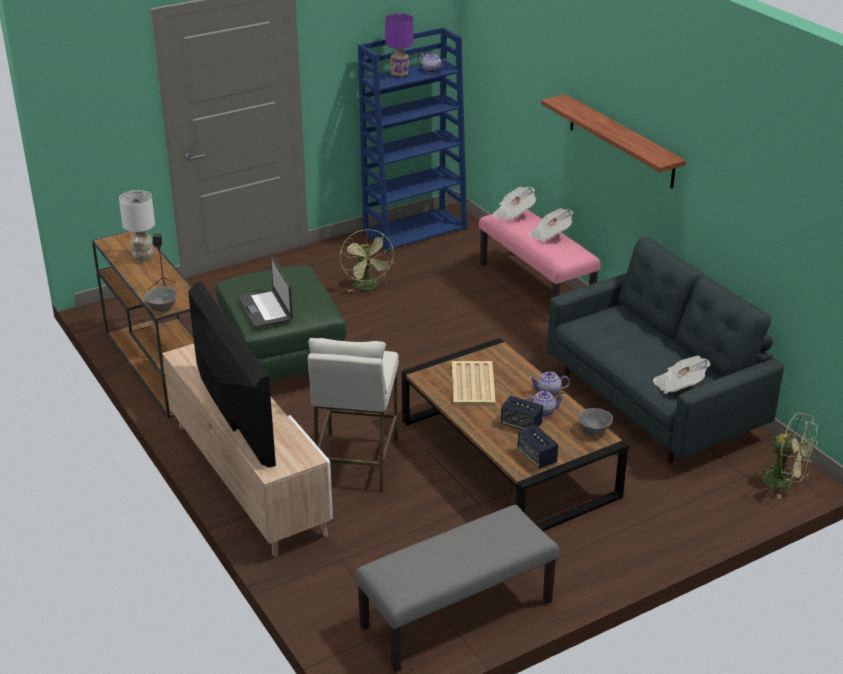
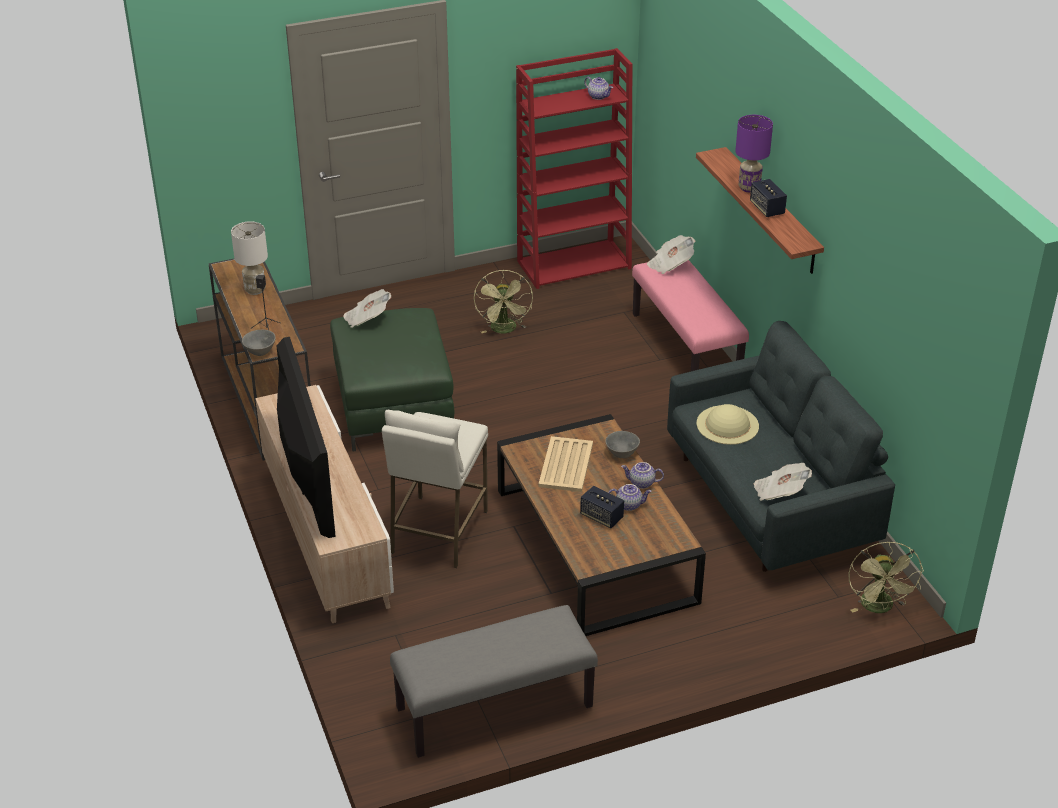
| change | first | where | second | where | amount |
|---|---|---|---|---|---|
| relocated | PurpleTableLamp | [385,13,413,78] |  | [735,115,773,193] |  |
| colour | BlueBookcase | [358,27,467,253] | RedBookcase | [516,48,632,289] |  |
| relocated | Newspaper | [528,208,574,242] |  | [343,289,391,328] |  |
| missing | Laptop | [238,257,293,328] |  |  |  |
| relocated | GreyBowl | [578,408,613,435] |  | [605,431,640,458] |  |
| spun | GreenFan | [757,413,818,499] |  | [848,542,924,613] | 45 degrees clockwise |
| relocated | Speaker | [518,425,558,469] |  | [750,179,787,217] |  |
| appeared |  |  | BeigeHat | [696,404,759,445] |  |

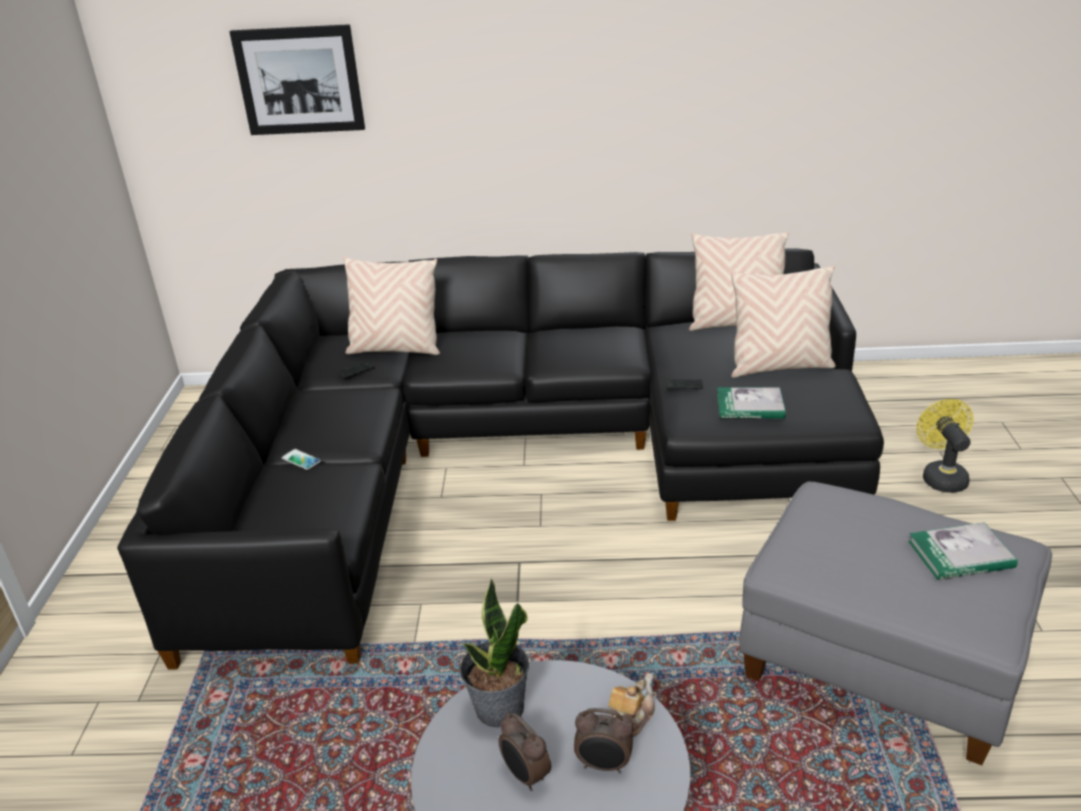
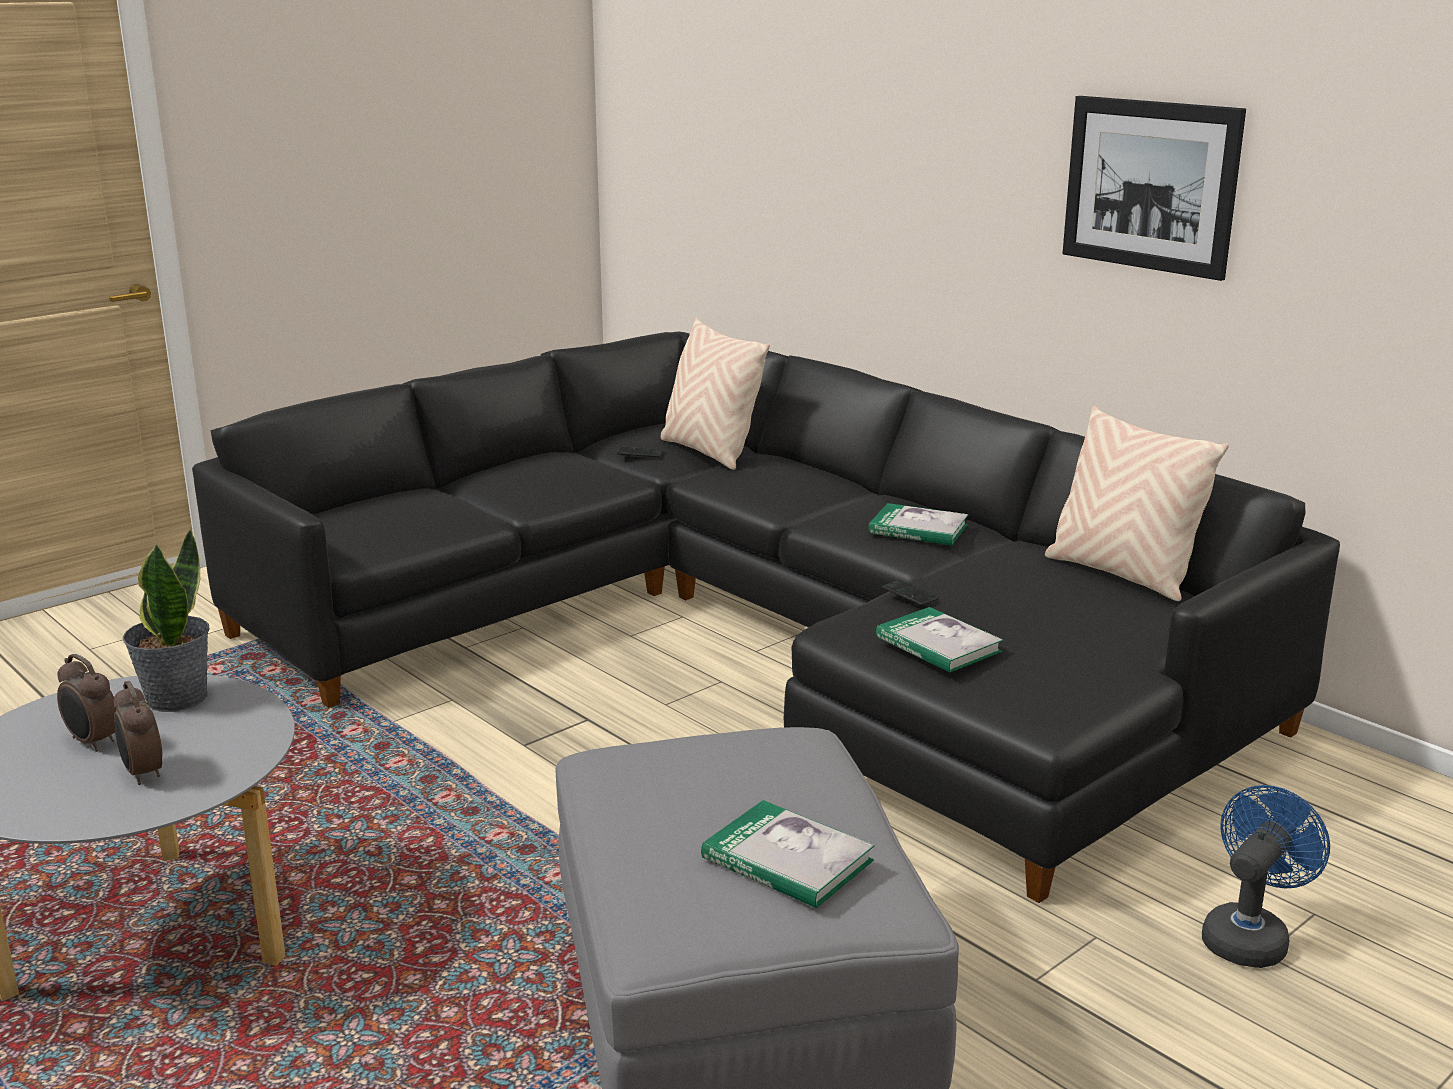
| change | first | where | second | where | amount |
|---|---|---|---|---|---|
| relocated | Picture | [229,24,365,135] |  | [1062,96,1246,281] |  |
| missing | BeigePillow | [731,265,836,378] |  |  |  |
| colour | YellowFan | [916,399,974,493] | BlueFan | [1202,785,1330,968] |  |
| missing | Phone | [282,449,321,470] |  |  |  |
| missing | Teapot | [609,673,655,737] |  |  |  |
| spun | AlarmClock | [498,712,551,791] |  | [57,654,117,752] | 60 degrees counterclockwise |
| appeared |  |  | Book | [868,503,969,545] |  |

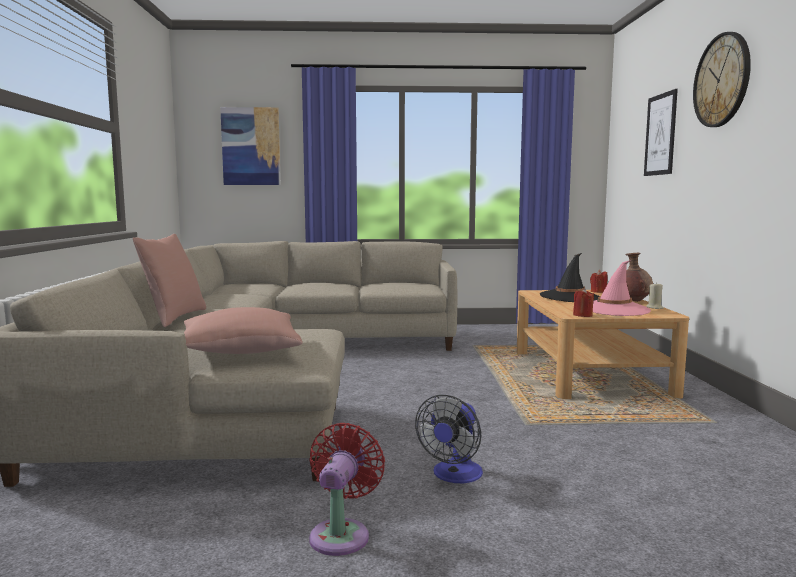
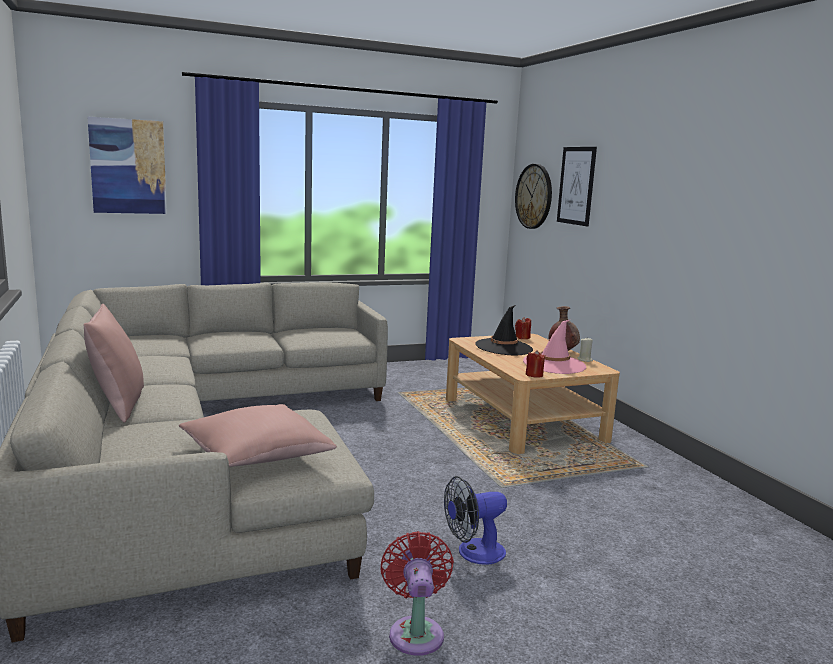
| change | first | where | second | where | amount |
|---|---|---|---|---|---|
| relocated | WallClock | [693,32,751,127] |  | [515,164,552,229] |  |
| spun | Fan | [415,395,483,483] |  | [444,476,507,565] | 60 degrees clockwise |

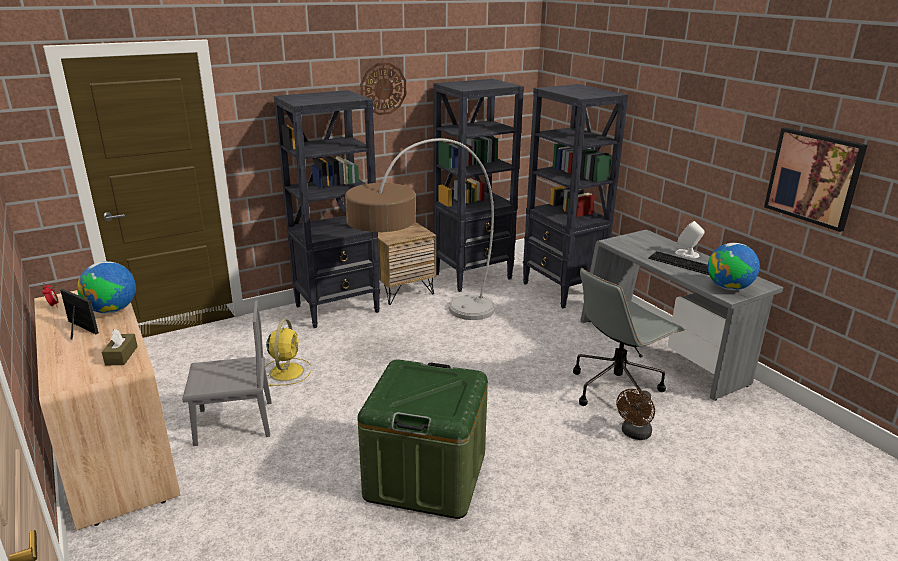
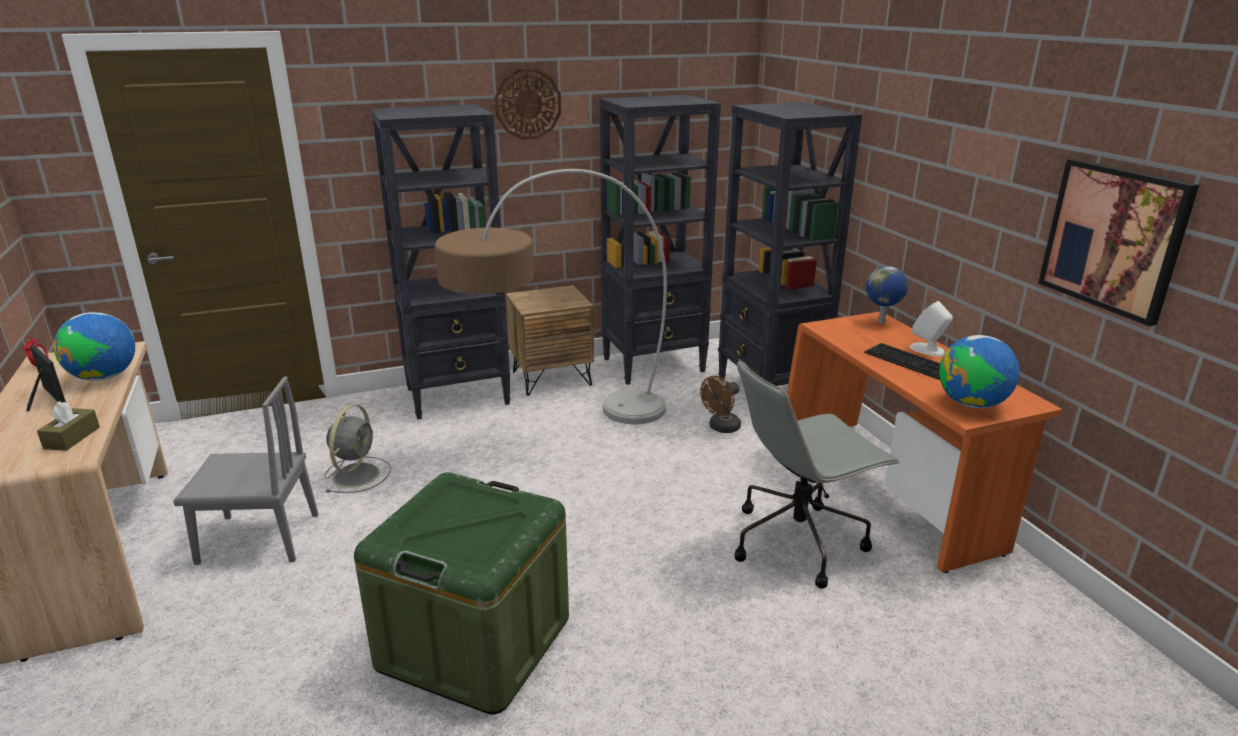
| change | first | where | second | where | amount |
|---|---|---|---|---|---|
| colour | GreyDesk | [580,230,783,401] | OrangeDesk | [787,312,1062,573] |  |
| colour | YellowFan | [265,319,312,386] | GreyFan | [324,404,391,493] |  |
| relocated | BrownFan | [616,389,655,440] |  | [700,376,741,433] |  |
| appeared |  |  | Globe | [866,266,908,324] |  |

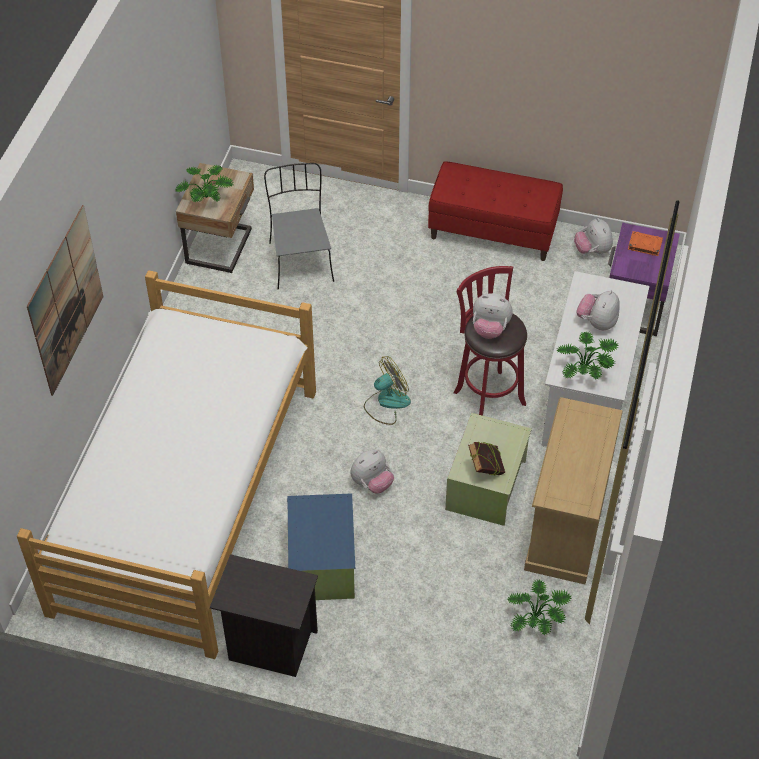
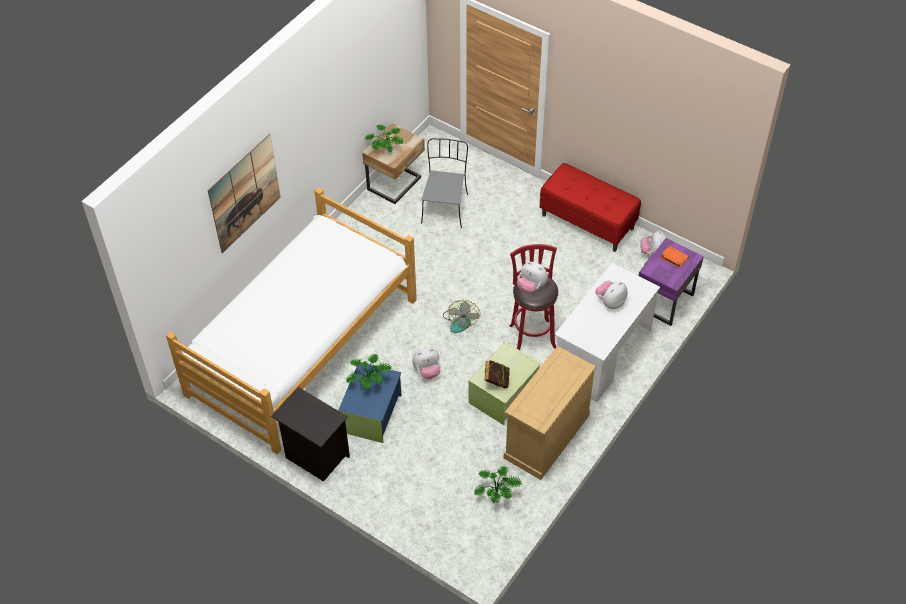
| change | first | where | second | where | amount |
|---|---|---|---|---|---|
| relocated | PottedPlant | [556,331,618,380] |  | [346,353,392,389] |  |
| spun | Fan | [364,356,411,425] |  | [443,300,480,333] | 105 degrees clockwise |

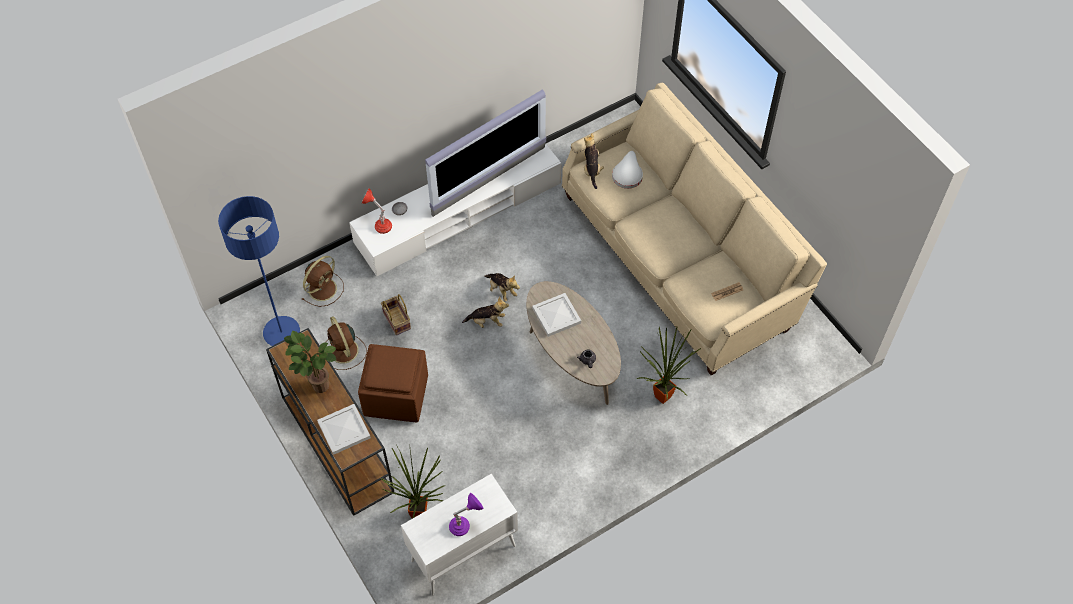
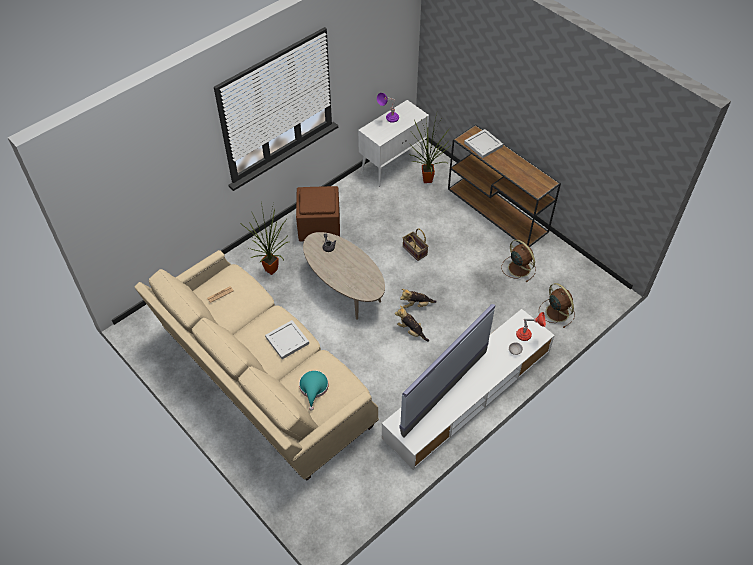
| change | first | where | second | where | amount |
|---|---|---|---|---|---|
| missing | PlushToy | [584,133,604,189] |  |  |  |
| colour | WhiteHat | [612,151,643,189] | TurquoiseHat | [299,371,328,411] |  |
| missing | BlueFloorLamp | [218,196,300,346] |  |  |  |
| spun | BrownFan | [302,256,344,307] |  | [539,283,575,328] | 120 degrees clockwise |
| relocated | WhiteTray | [532,293,581,337] |  | [265,320,309,359] |  |
| relocated | Basket | [381,294,411,335] |  | [403,228,428,261] |  |
| missing | PottedPlant | [284,331,336,393] |  |  |  |
| relocated | BrownOttoman | [358,344,428,423] |  | [296,186,340,241] |  |

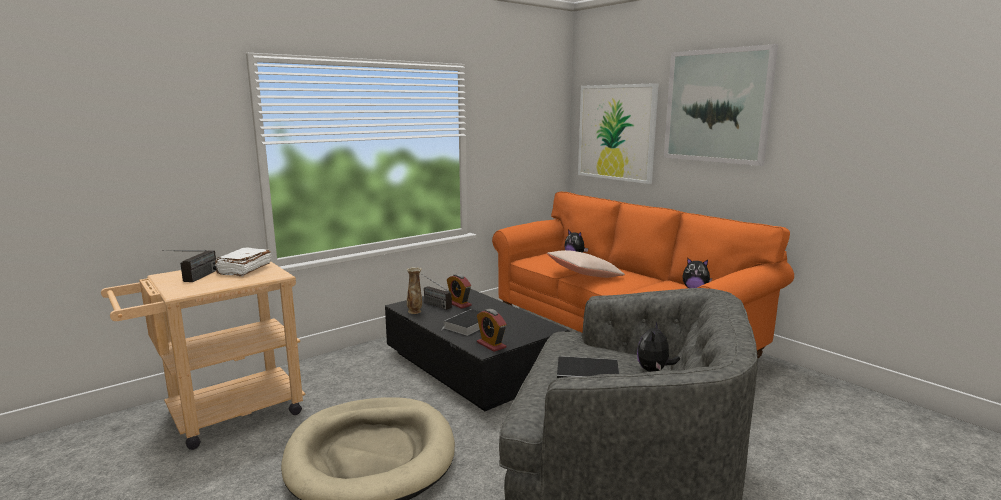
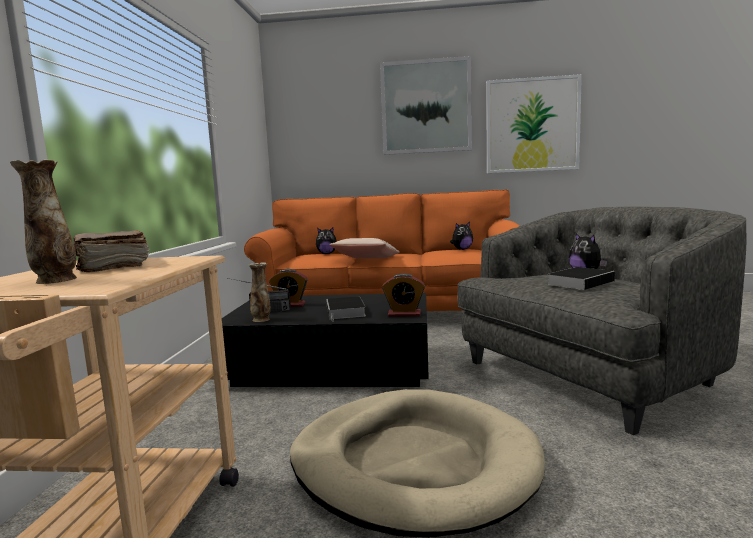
| change | first | where | second | where | amount |
|---|---|---|---|---|---|
| relocated | Picture | [578,83,659,184] |  | [486,74,582,173] |  |
| colour | WhiteBook | [215,247,271,276] | BrownBook | [74,230,150,272] |  |
| exchanged | Radio | [162,250,217,282] | Vase | [10,160,77,284] |  |

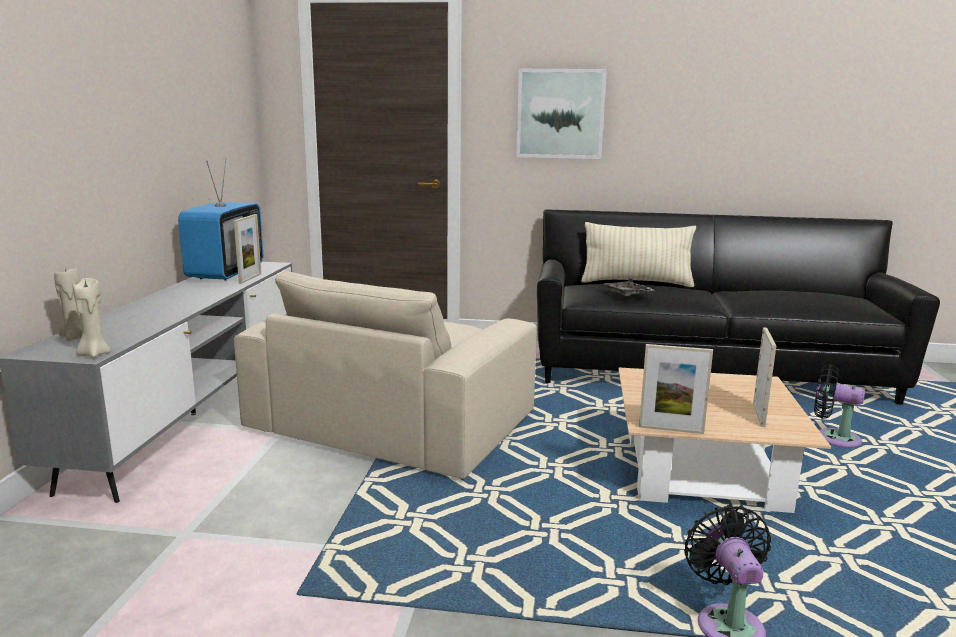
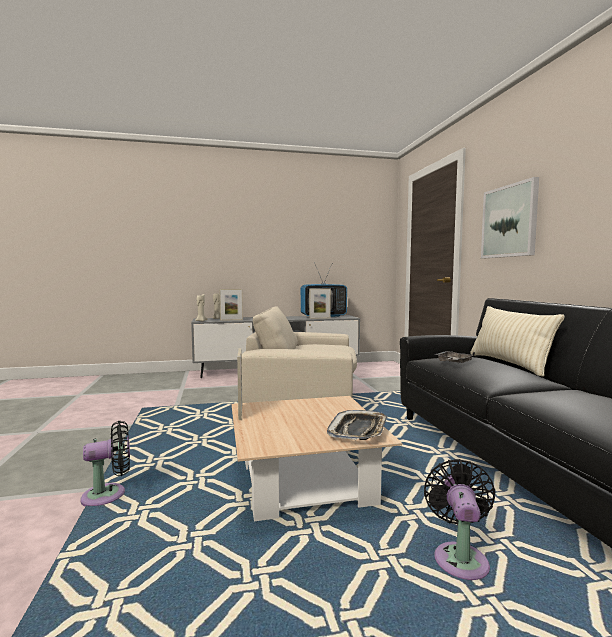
| change | first | where | second | where | amount |
|---|---|---|---|---|---|
| relocated | PictureFrame | [753,327,776,427] |  | [219,289,243,320] |  |
| appeared |  |  | Tray | [327,410,387,440] |  |

